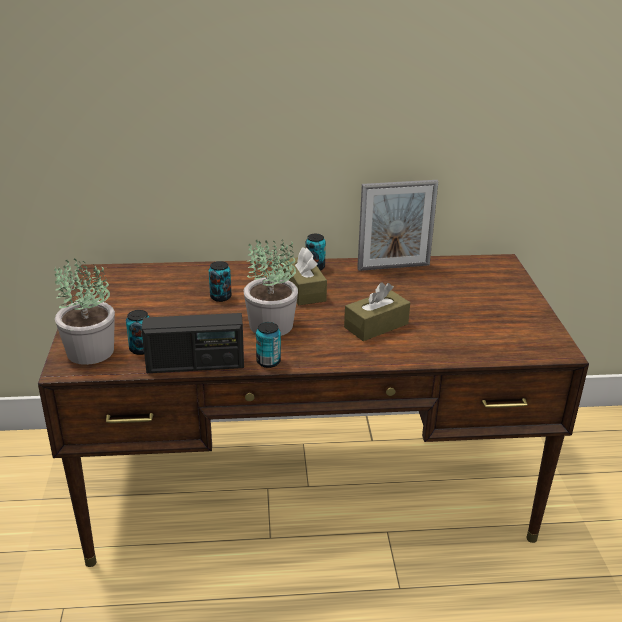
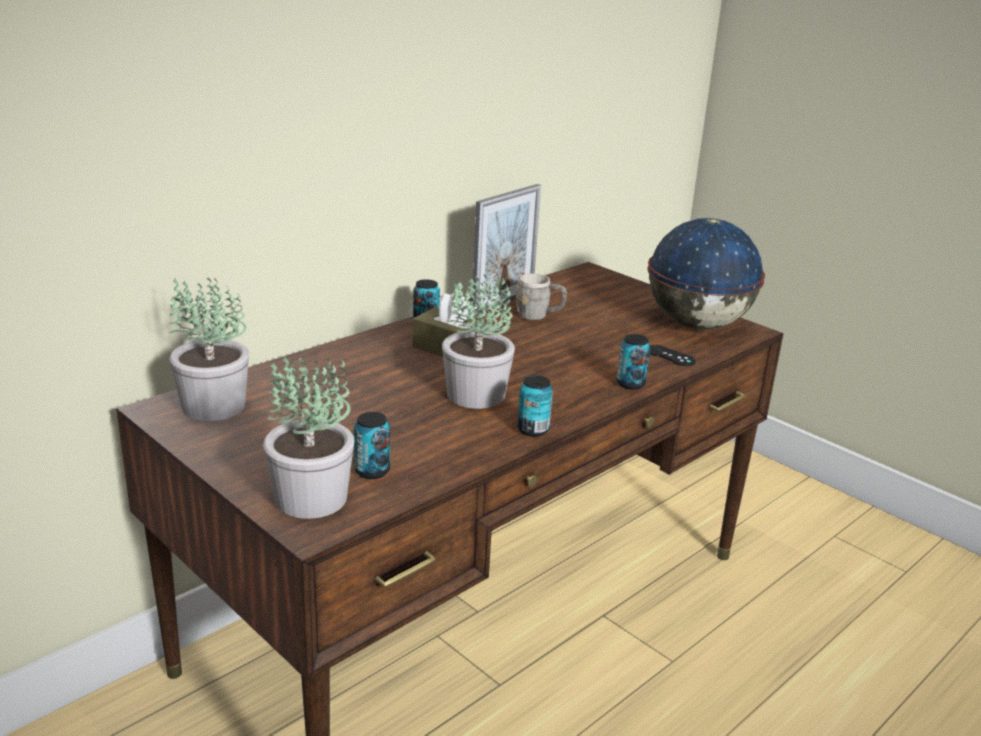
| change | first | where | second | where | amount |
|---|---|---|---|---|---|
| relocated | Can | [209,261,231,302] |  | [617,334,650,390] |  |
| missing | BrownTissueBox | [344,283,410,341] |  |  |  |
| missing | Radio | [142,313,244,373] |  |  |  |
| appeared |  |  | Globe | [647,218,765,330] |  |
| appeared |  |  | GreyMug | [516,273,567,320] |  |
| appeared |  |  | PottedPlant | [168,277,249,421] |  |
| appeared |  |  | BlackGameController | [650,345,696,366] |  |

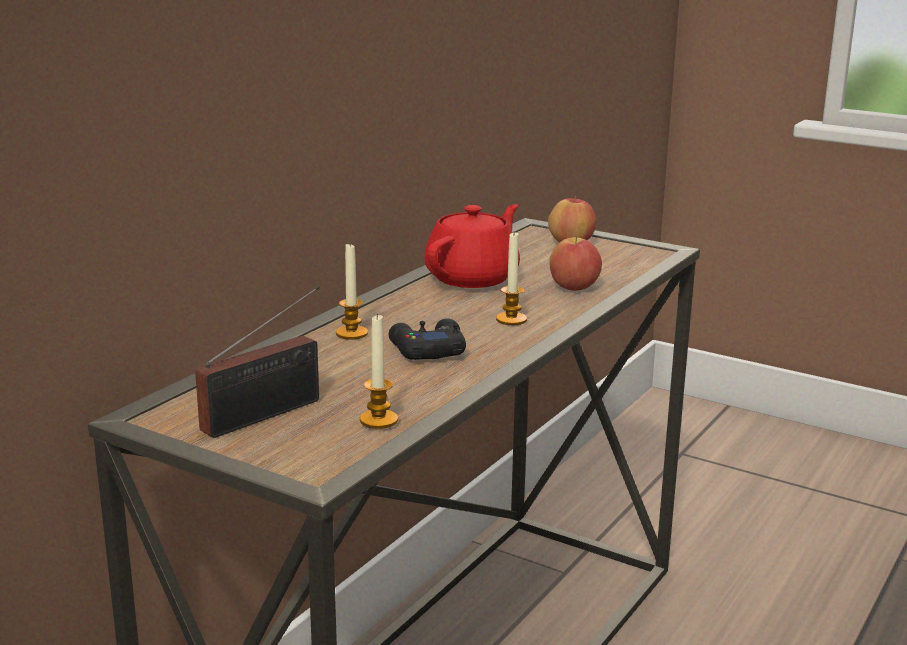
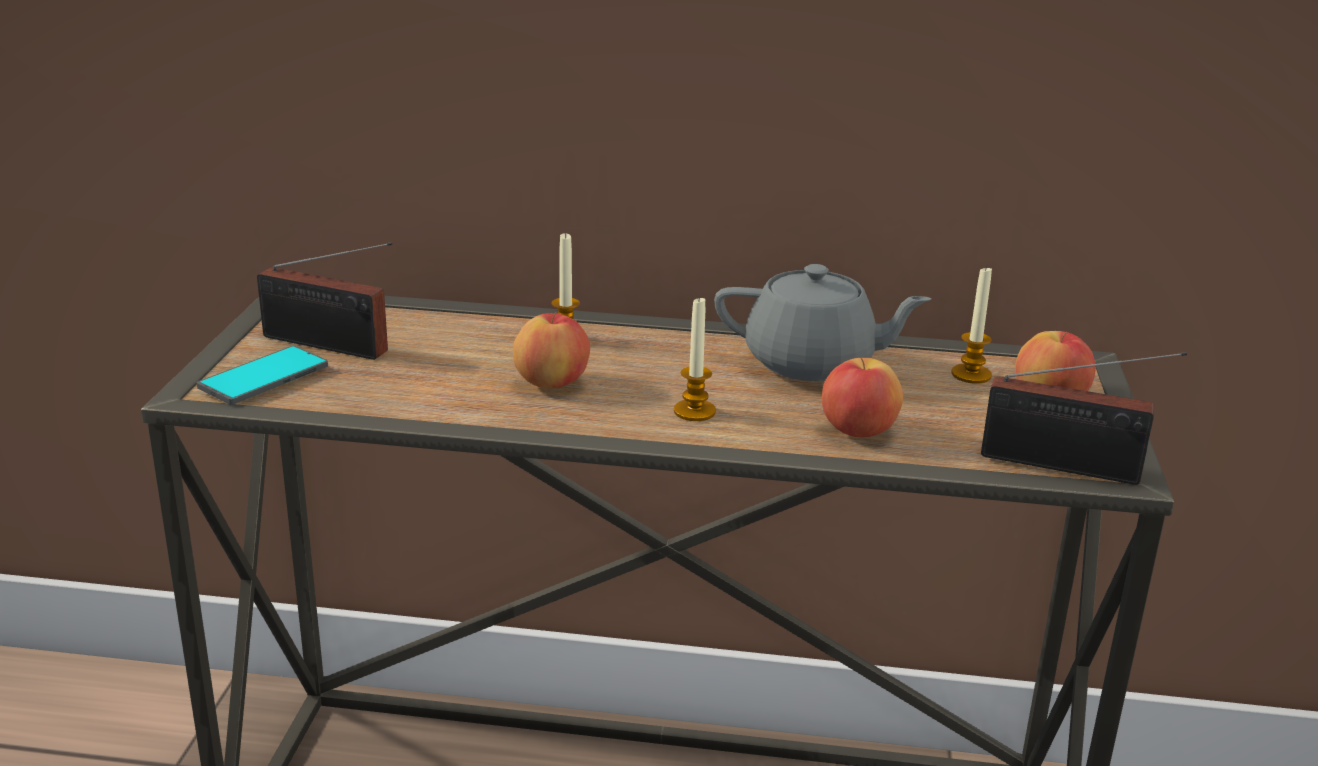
| change | first | where | second | where | amount |
|---|---|---|---|---|---|
| colour | RedTeapot | [424,204,520,288] | GreyTeapot | [714,264,931,381] |  |
| relocated | Candle | [360,313,398,429] |  | [952,265,992,384] |  |
| exchanged | BlackGameController | [389,318,466,360] | Apple | [513,312,590,388] |  |
| appeared |  |  | Phone | [197,346,328,405] |  |
| appeared |  |  | Radio | [981,352,1187,485] |  |

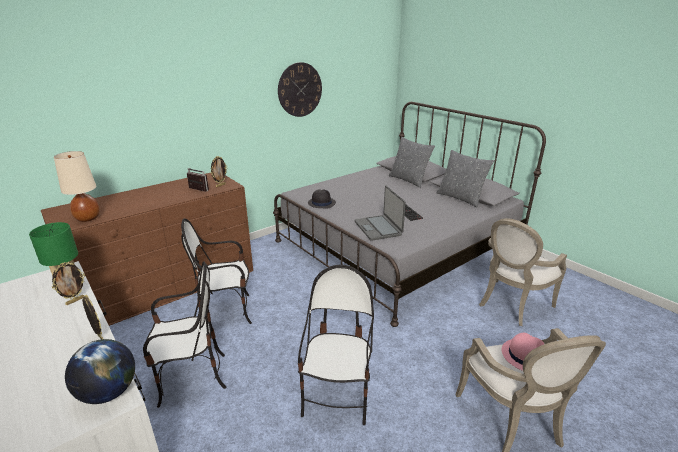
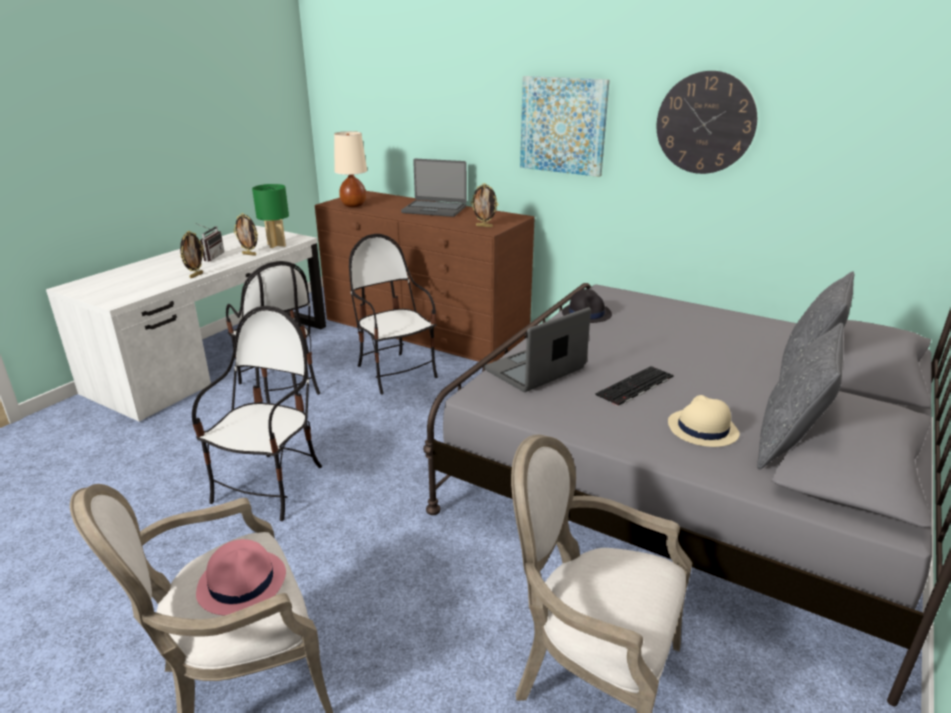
| change | first | where | second | where | amount |
|---|---|---|---|---|---|
| relocated | Radio | [187,168,209,192] |  | [195,223,224,262] |  |
| spun | Chair | [298,265,374,425] |  | [192,306,322,521] | 60 degrees counterclockwise |
| missing | Globe | [65,339,135,404] |  |  |  |
| appeared |  |  | Picture | [520,76,610,177] |  |
| appeared |  |  | Laptop | [401,159,467,217] |  |
| appeared |  |  | BeigeHat | [668,395,740,447] |  |

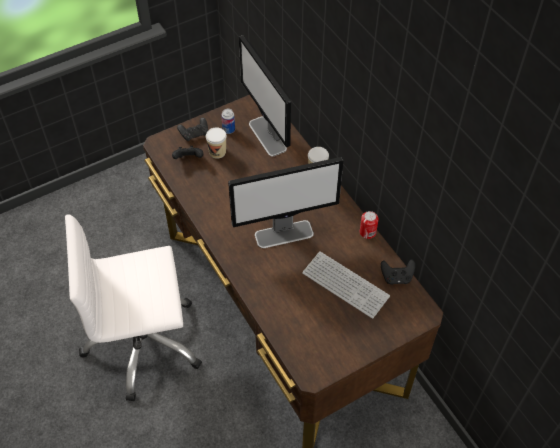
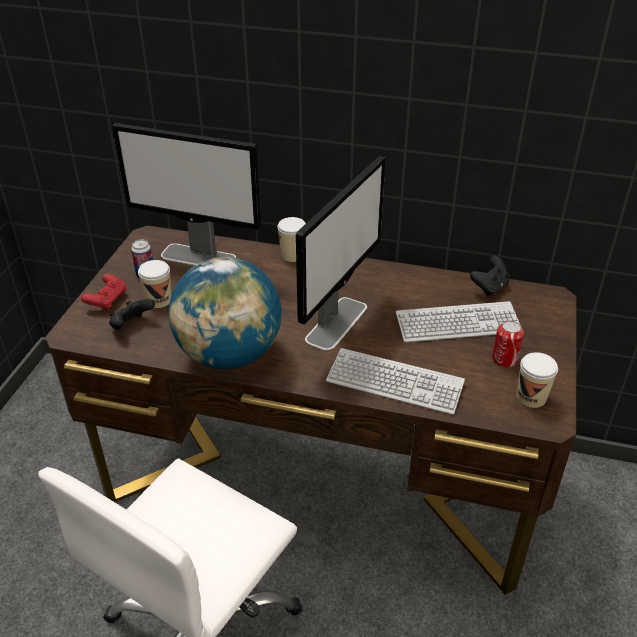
| change | first | where | second | where | amount |
|---|---|---|---|---|---|
| colour | BlackGameController | [177,117,208,141] | RedGameController | [81,273,127,311] |  |
| relocated | Can | [360,211,379,239] |  | [492,321,524,367] |  |
| appeared |  |  | Globe | [168,257,282,369] |  |
| appeared |  |  | Keyboard | [326,348,465,415] |  |
| appeared |  |  | Cup | [517,352,558,408] |  |

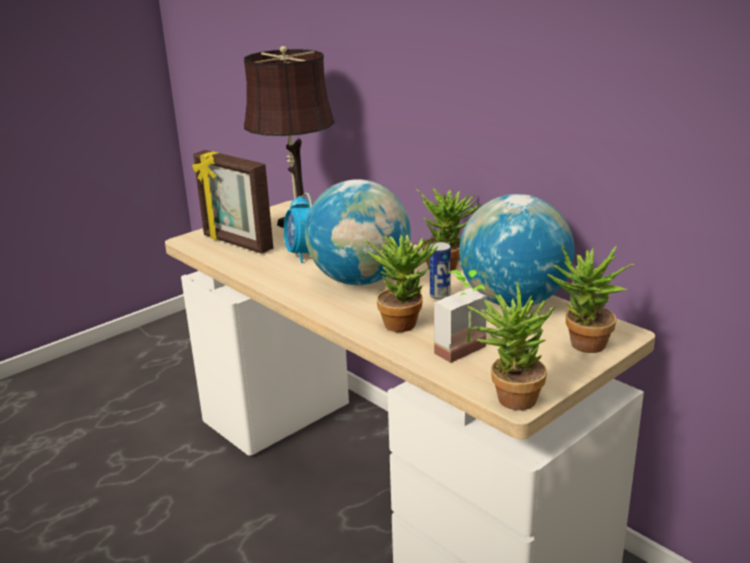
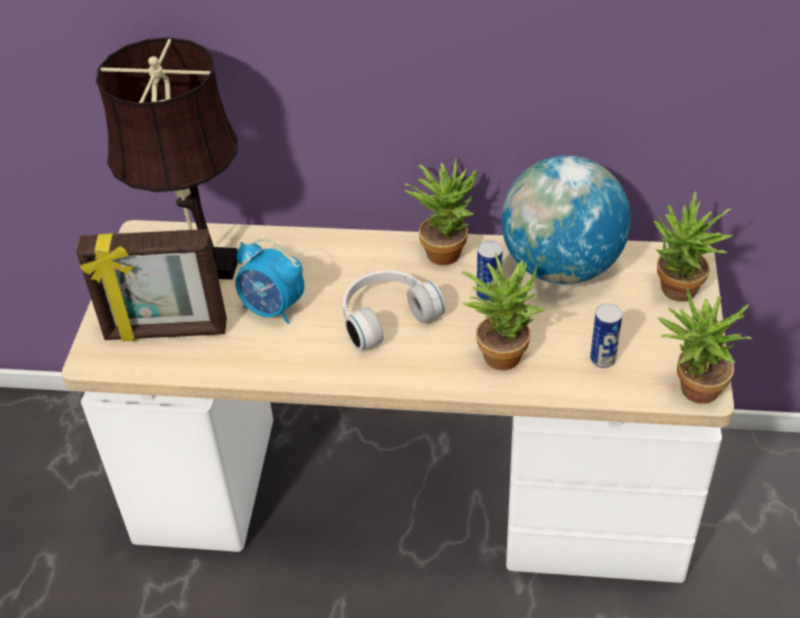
| change | first | where | second | where | amount |
|---|---|---|---|---|---|
| exchanged | Globe | [305,179,411,285] | WhiteHeadphones | [343,270,445,350] |  |
| exchanged | PottedPlant | [434,270,487,363] | Can | [590,303,622,368] |  |

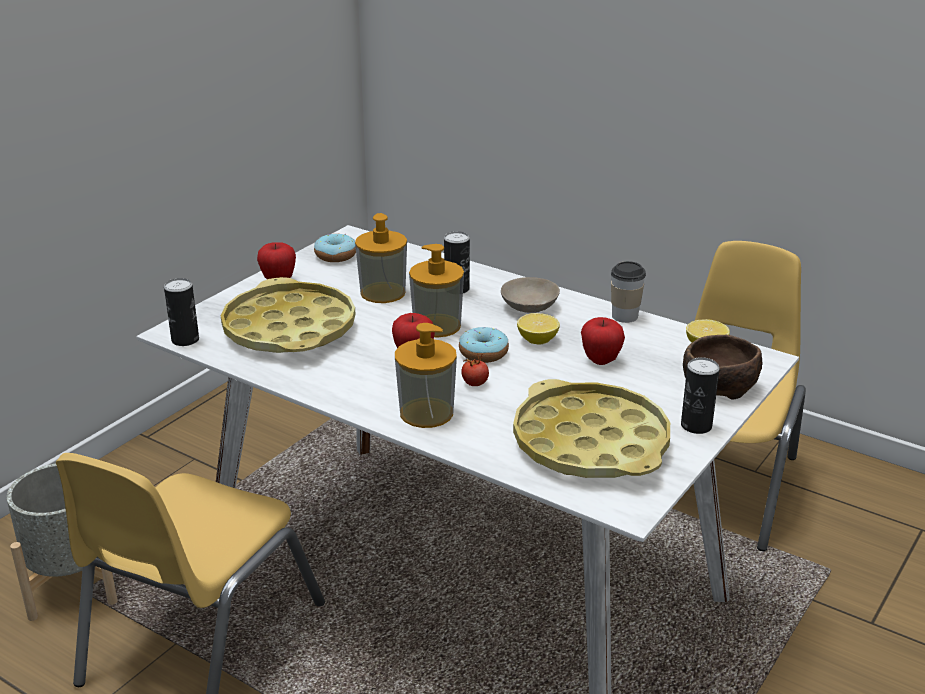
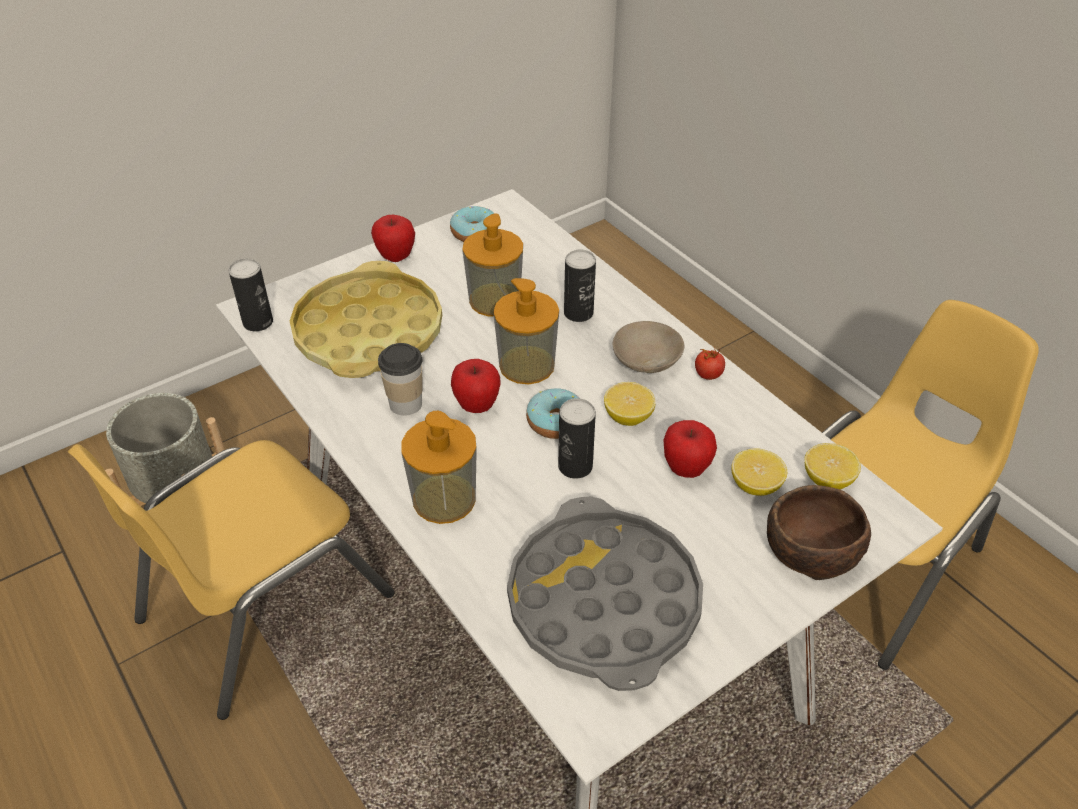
| change | first | where | second | where | amount |
|---|---|---|---|---|---|
| relocated | Cup | [611,261,646,323] |  | [378,343,423,416] |  |
| relocated | Tomato | [461,354,489,386] |  | [695,347,725,380] |  |
| relocated | Can | [681,357,720,434] |  | [558,398,596,479] |  |
| colour | YellowTray | [513,379,670,478] | GreyTray | [507,496,703,691] |  |
| appeared |  |  | Lemon | [731,449,787,496] |  |

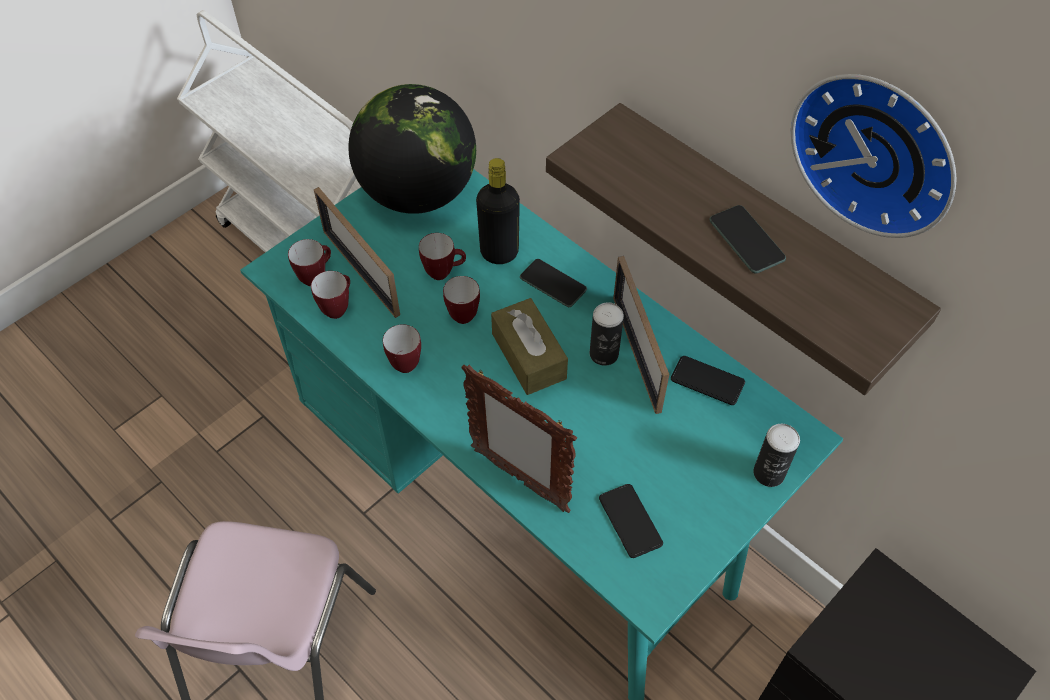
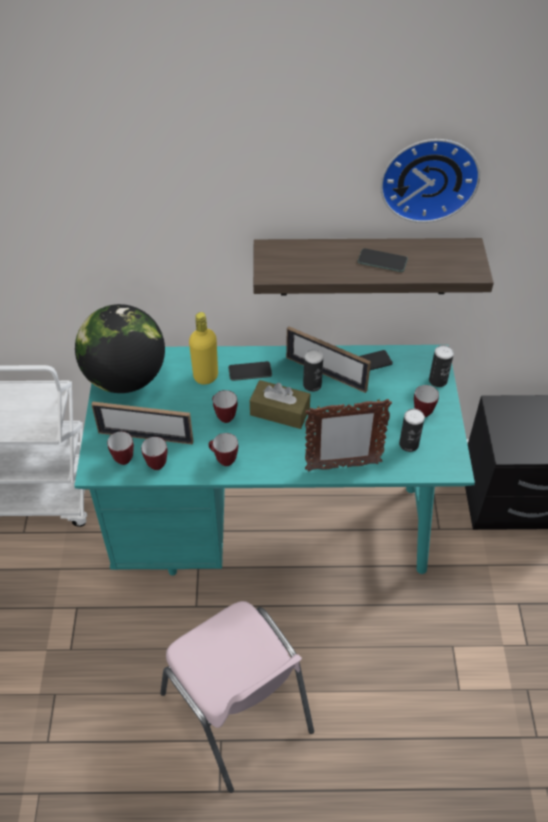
| change | first | where | second | where | amount |
|---|---|---|---|---|---|
| colour | BlackBottle | [476,158,520,264] | YellowBottle | [189,312,218,385] |  |
| relocated | Mug | [419,233,466,280] |  | [414,385,439,417] |  |
| exchanged | Phone | [599,484,663,558] | Can | [399,409,425,452] |  |

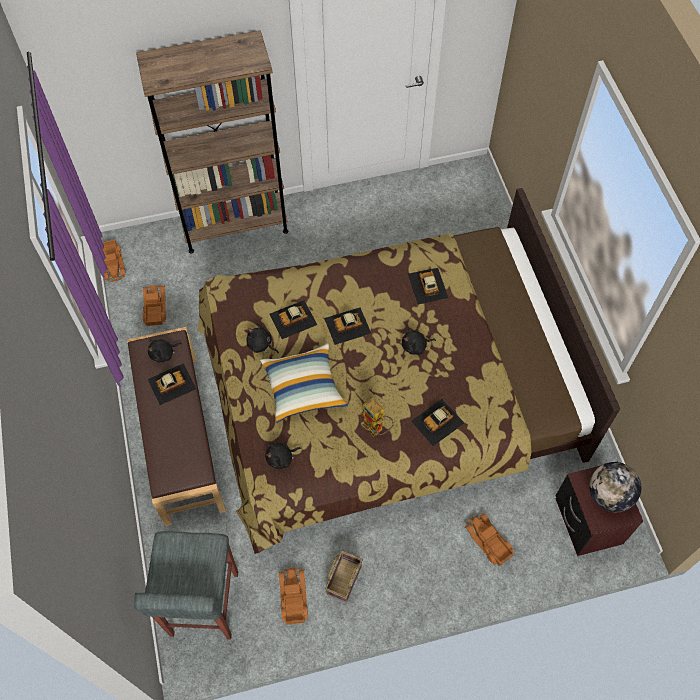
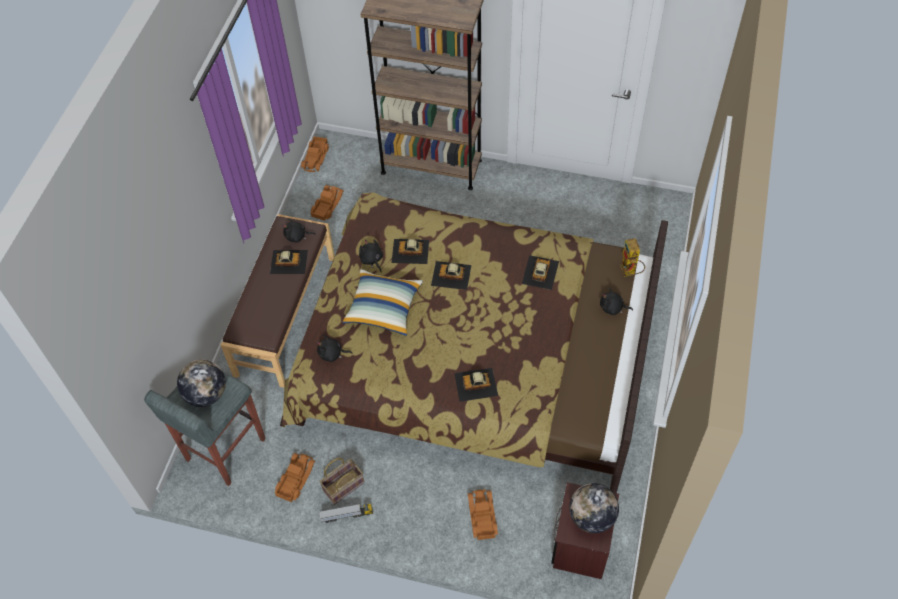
| change | first | where | second | where | amount |
|---|---|---|---|---|---|
| relocated | BlackPlushToy | [402,329,436,355] |  | [600,288,633,315] |  |
| relocated | ToyRobot | [360,398,394,437] |  | [620,238,645,277] |  |
| appeared |  |  | Globe | [177,359,226,407] |  |
| appeared |  |  | ToyTruck | [319,504,373,523] |  |

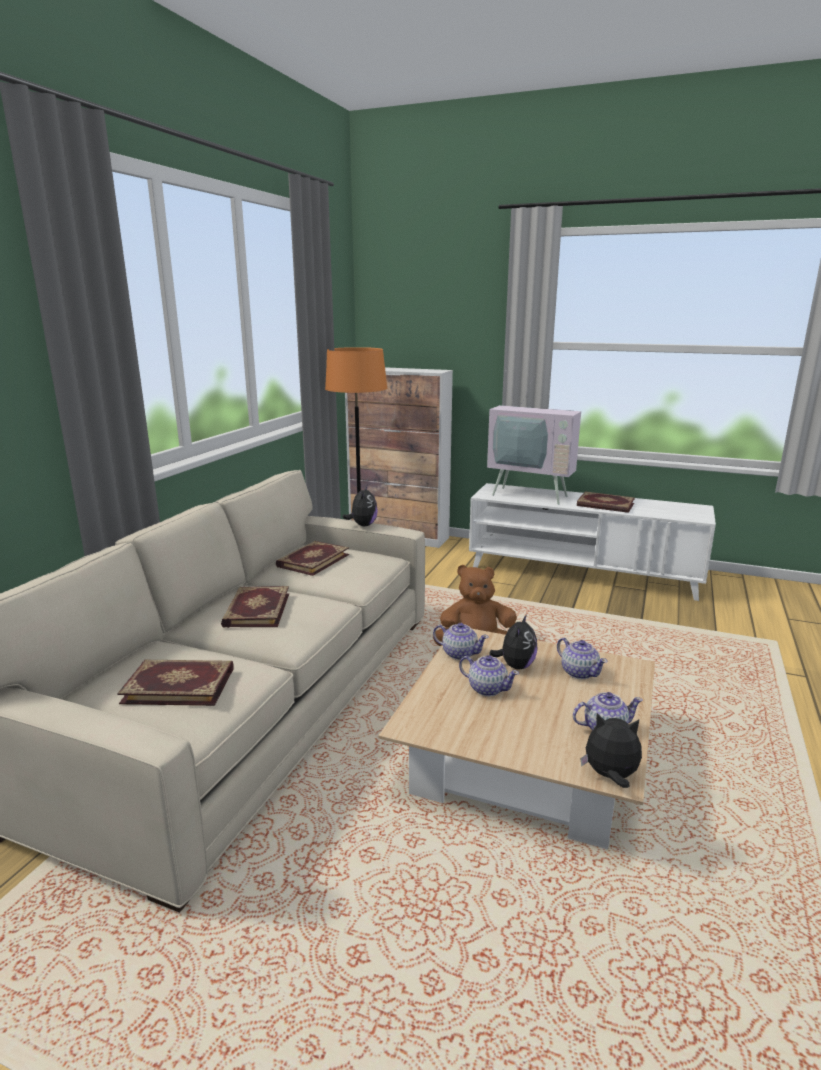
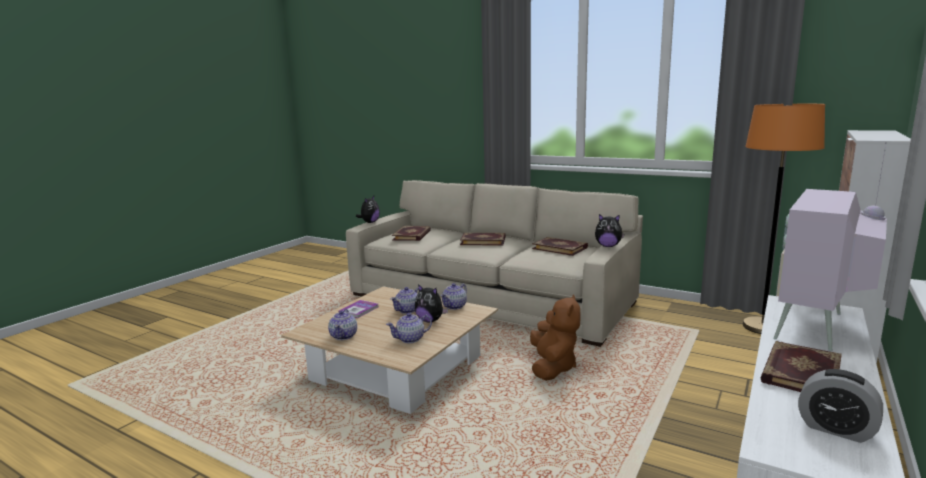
| change | first | where | second | where | amount |
|---|---|---|---|---|---|
| relocated | PlushToy | [580,713,642,788] |  | [356,196,380,223] |  |
| appeared |  |  | Book | [338,300,378,318] |  |
| appeared |  |  | AlarmClock | [798,369,883,443] |  |

